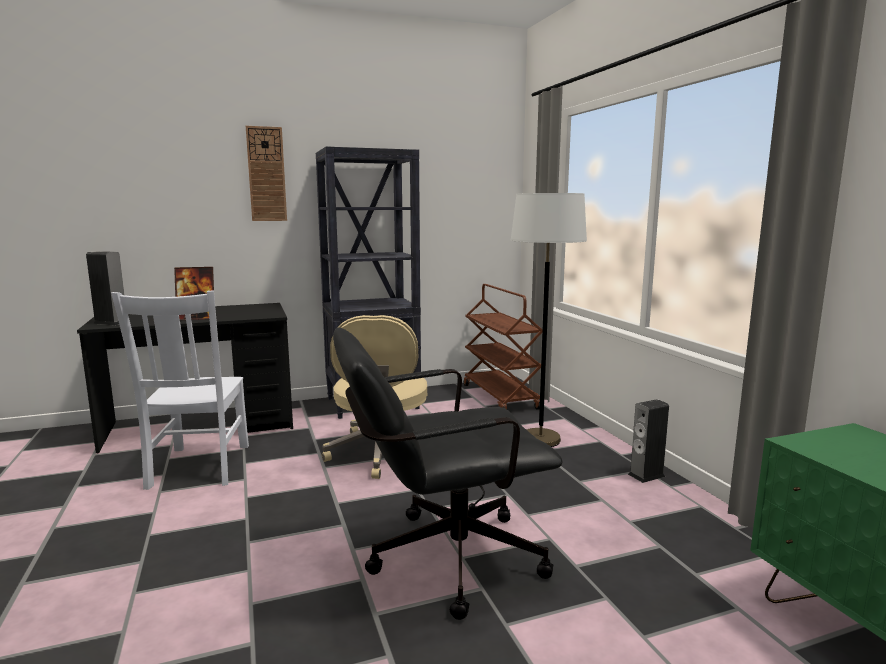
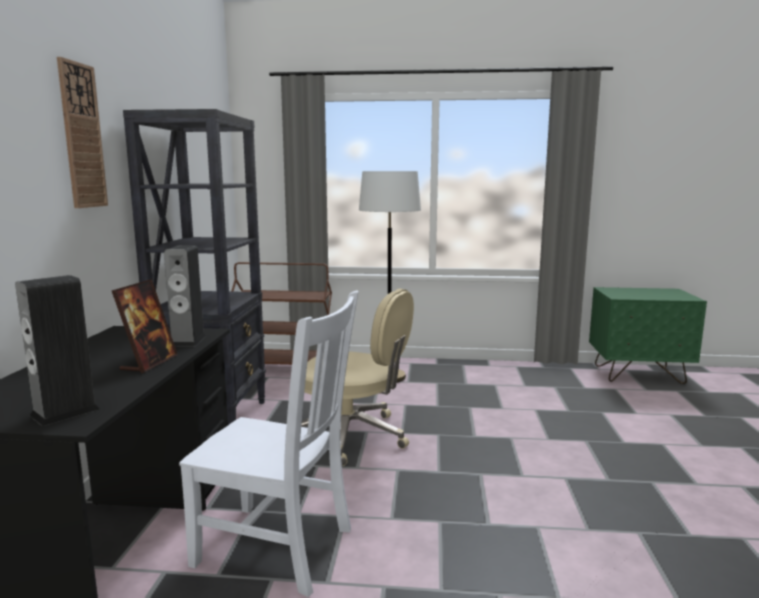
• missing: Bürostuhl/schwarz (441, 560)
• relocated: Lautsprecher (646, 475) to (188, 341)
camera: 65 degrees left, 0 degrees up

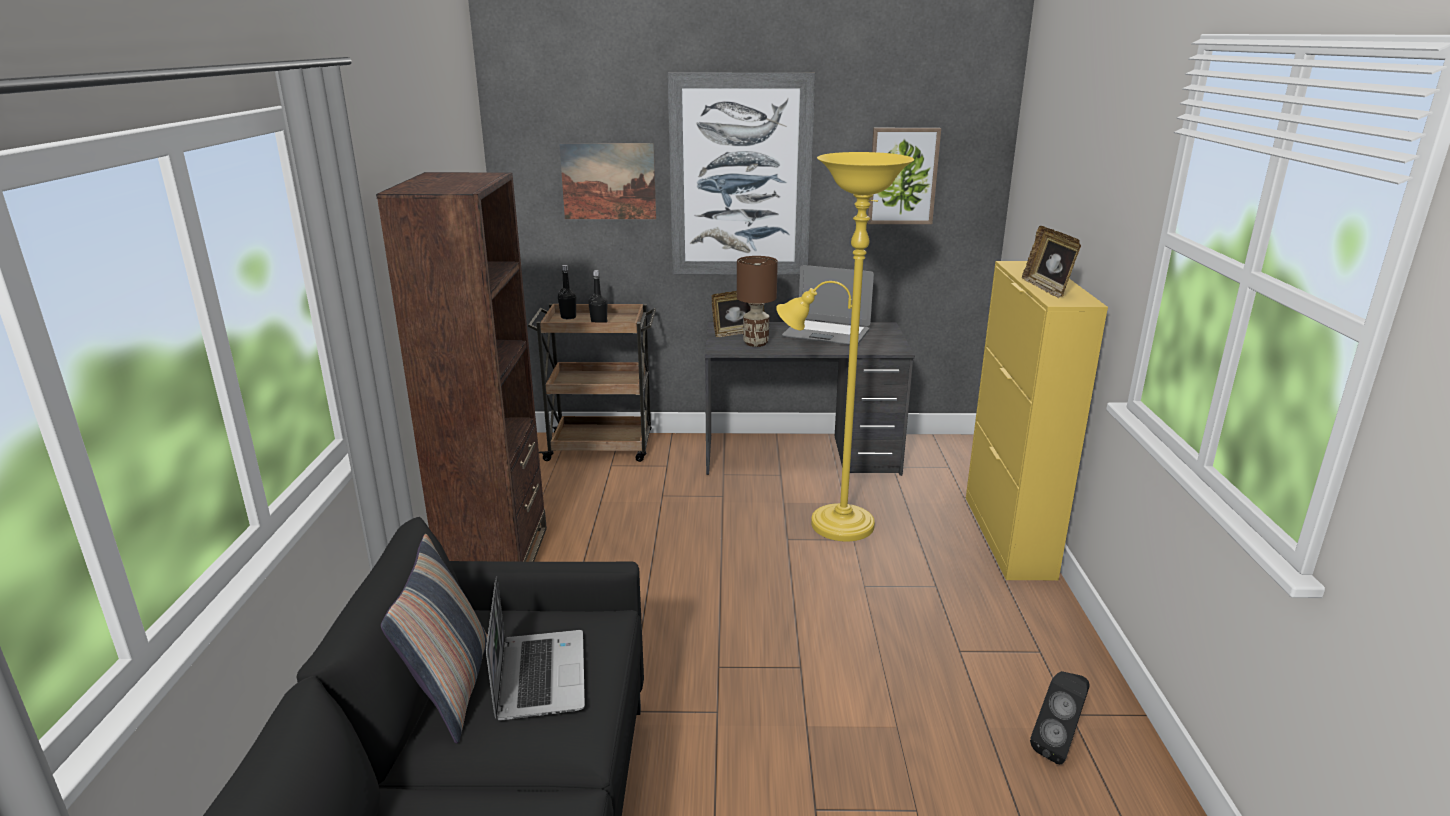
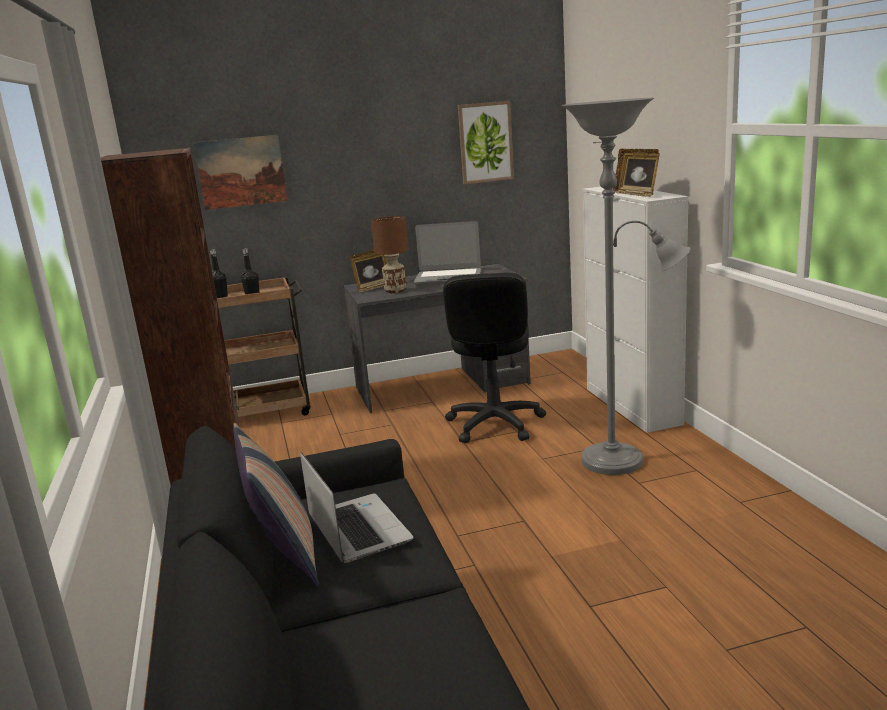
• missing: Bild (740, 177)
• missing: Lautsprecher/schwarz (1058, 747)
• appeared: Stehlampe/grau (620, 460)
• exchanged: Stehlampe/gelb (833, 523) to Bürostuhl/schwarz (494, 424)
• colour: Schrank/gelb (1008, 536) to Schrank/weiß (632, 406)
camera: 15 degrees left, 5 degrees down

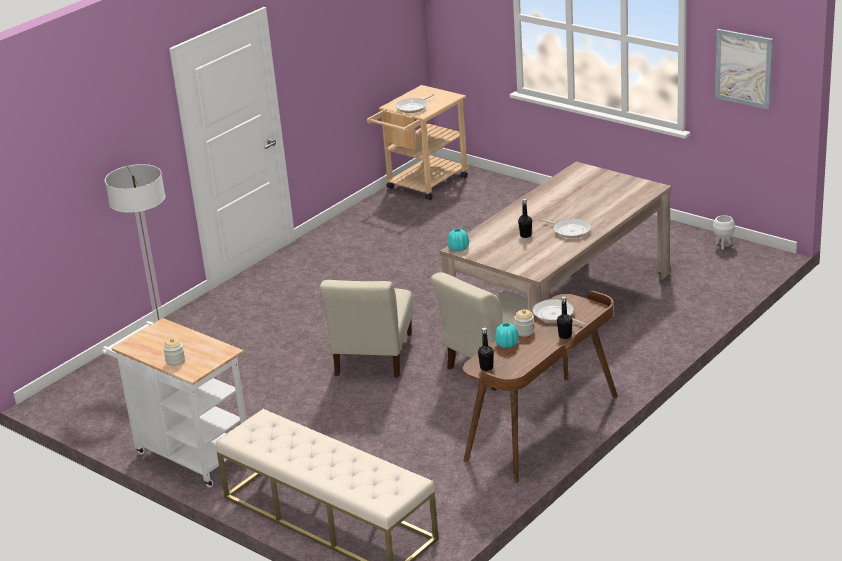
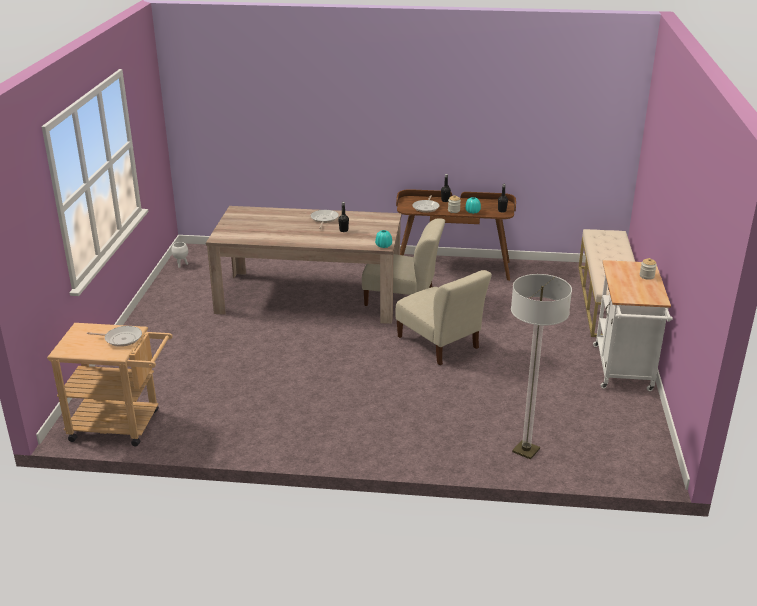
• missing: Bild (744, 68)
• spun: Stuhl/beige (373, 357) = (439, 344) 75 degrees clockwise
camera: 125 degrees left, 0 degrees up

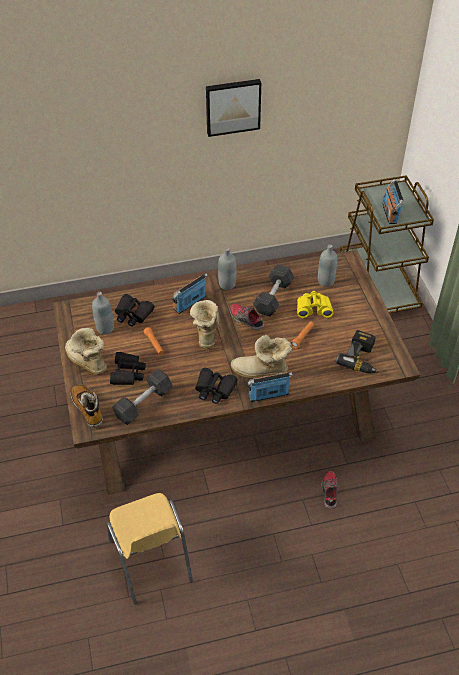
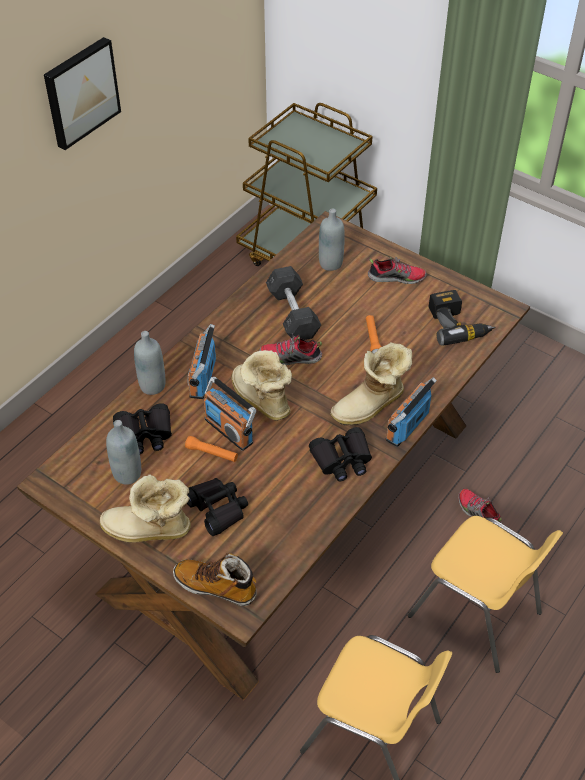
• missing: Hantel/grau (143, 403)
• missing: Fernglas/gelb (313, 309)
• appeared: Schuh (396, 277)
• appeared: Stuhl/gelb (476, 615)
• relocated: Flasche/grau (227, 284) to (152, 386)
• relocated: Radio (390, 213) to (229, 430)
camera: 40 degrees left, 0 degrees up

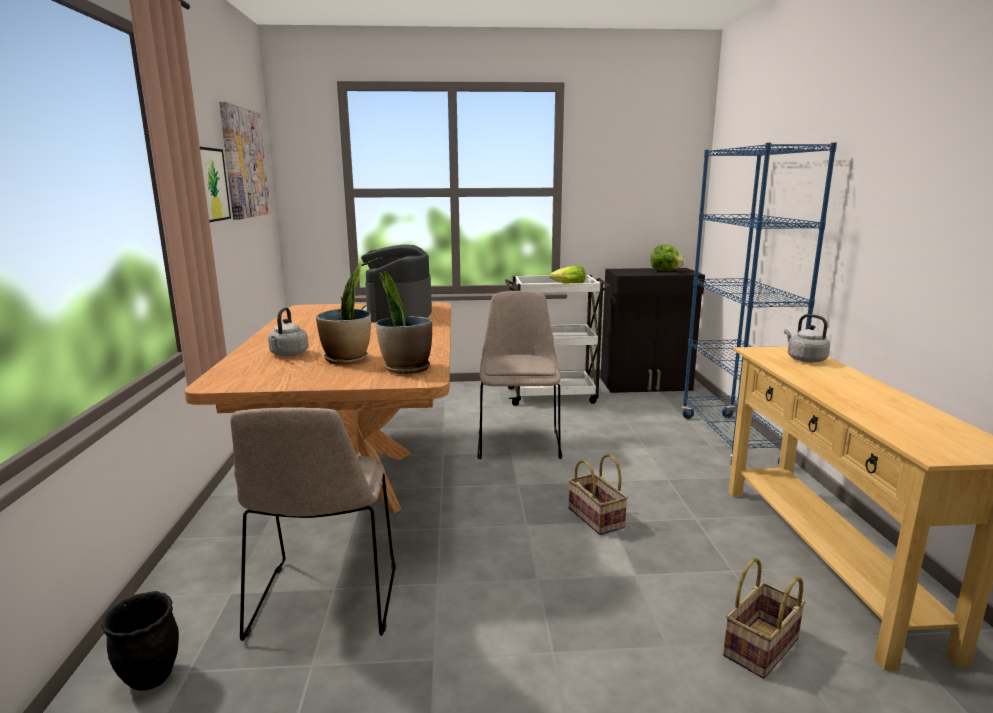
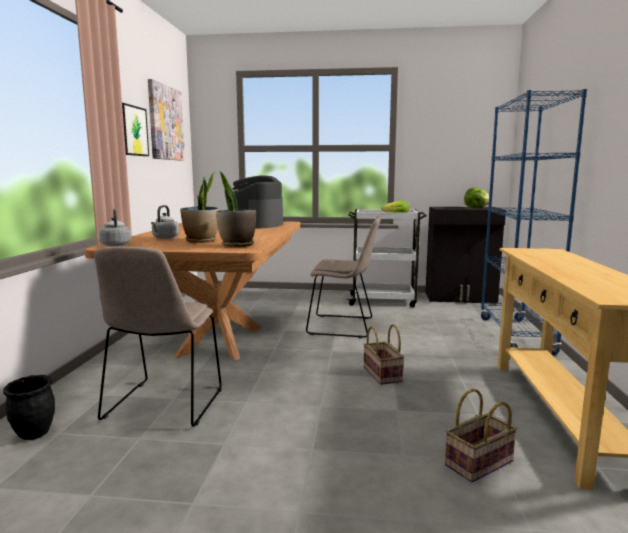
• relocated: Wasserkessel/grau (804, 359) to (116, 244)
• spun: Stuhl/beige (518, 442) = (344, 326) 90 degrees clockwise
camera: 10 degrees right, 5 degrees down

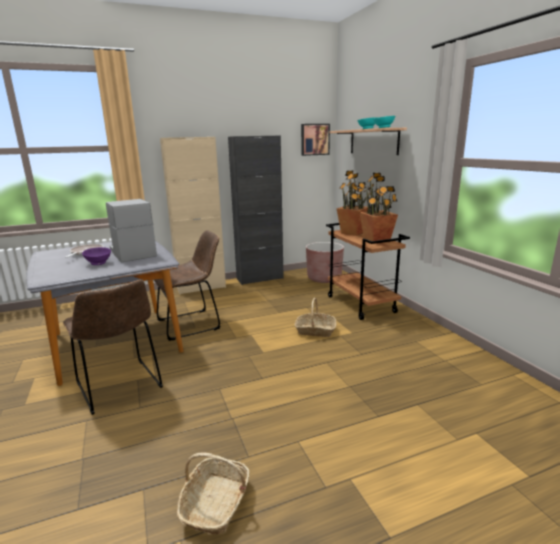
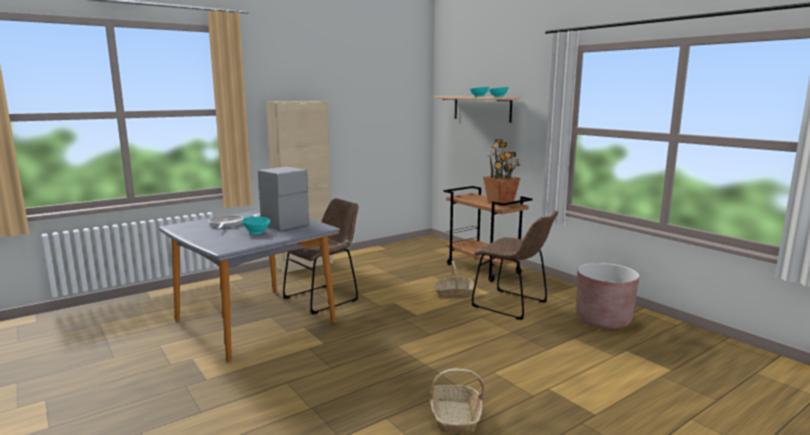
• missing: Schrank/schwarz (260, 278)
• missing: Bild (314, 139)
• missing: Topfpflanze (353, 233)
• relocated: Stuhl/braun (120, 387) to (513, 305)
• relocated: Pflanzkübel/braun (324, 278) to (603, 320)
• colour: Schüssel/lila (98, 263) to Schüssel/türkis (256, 233)
camera: 15 degrees left, 5 degrees down

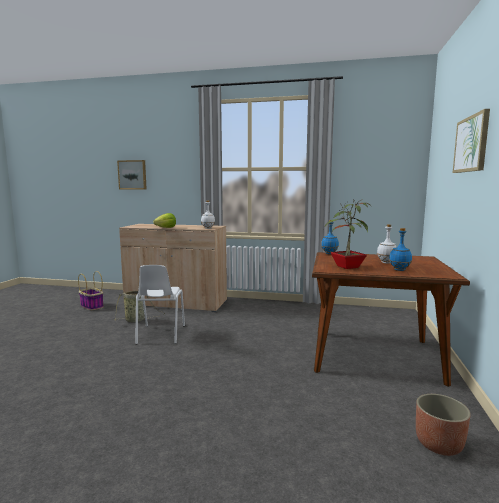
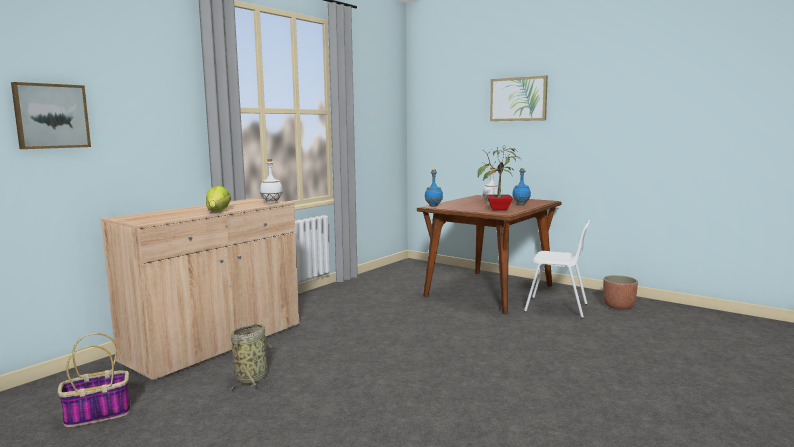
• relocated: Stuhl/weiß (160, 335) to (557, 308)
camera: 65 degrees left, 0 degrees up

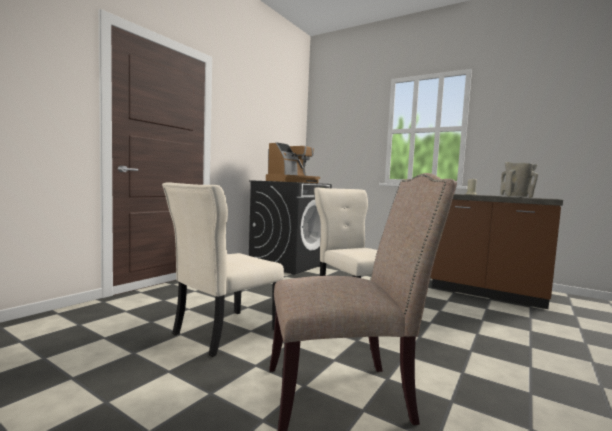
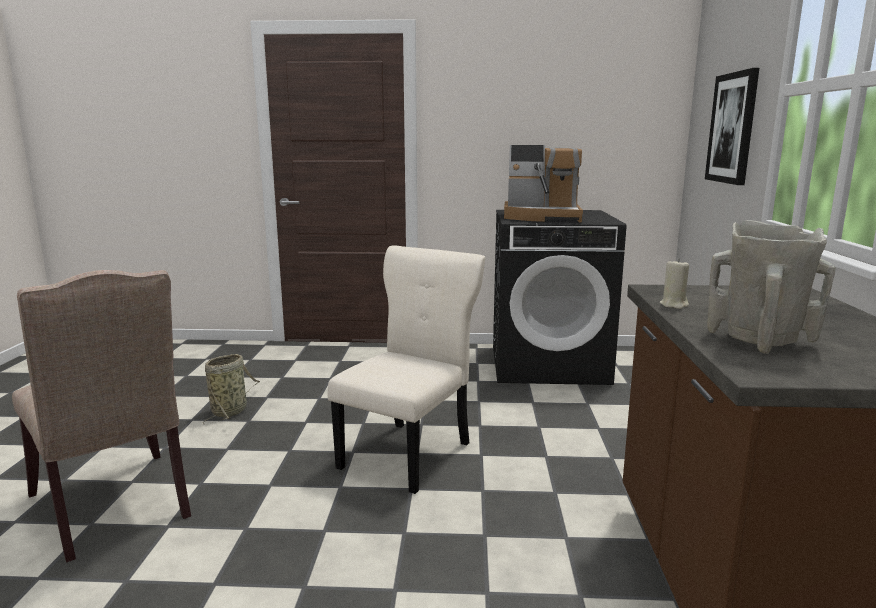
• appeared: Bild (732, 128)
• exchanged: Stuhl/beige (222, 333) to Korb (231, 411)
camera: 60 degrees right, 10 degrees up

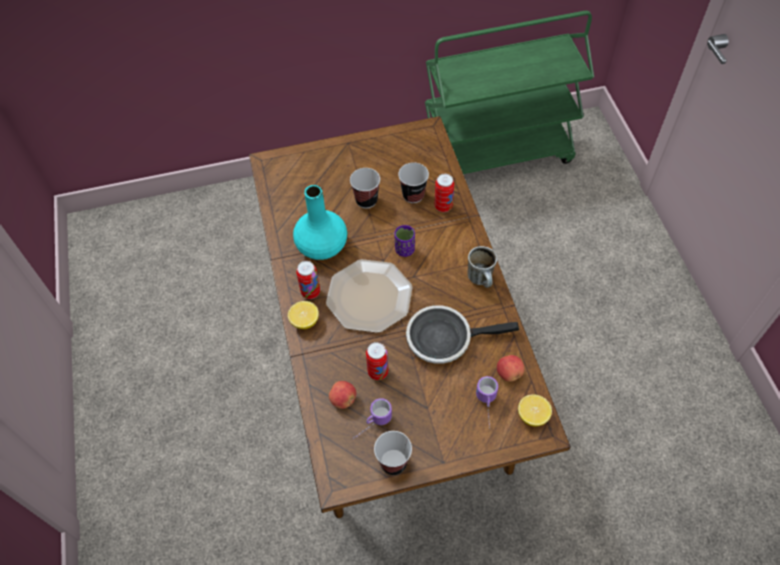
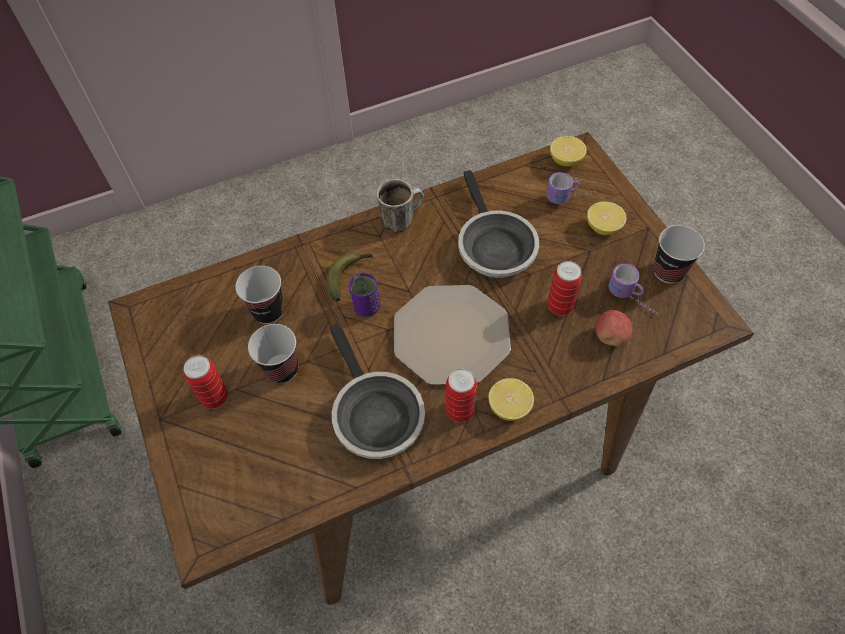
• missing: Apfel (509, 373)
• appeared: Banane (348, 276)
• appeared: Zitrone (603, 228)
• relocated: Dose (443, 206) to (215, 397)
• exchanged: Vase/türkis (321, 245) to Pfanne (374, 414)
camera: 100 degrees left, 0 degrees up

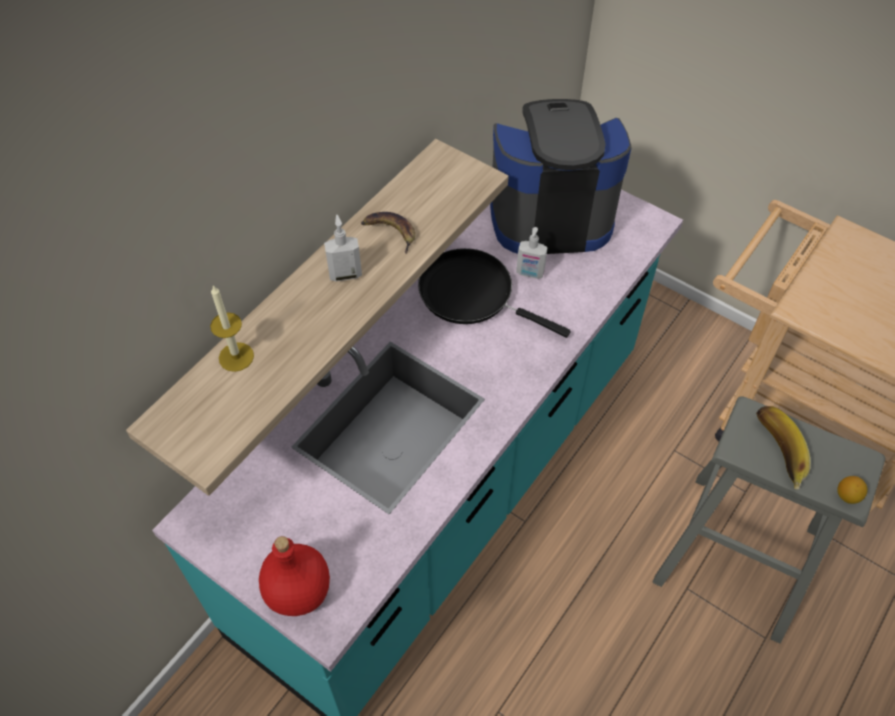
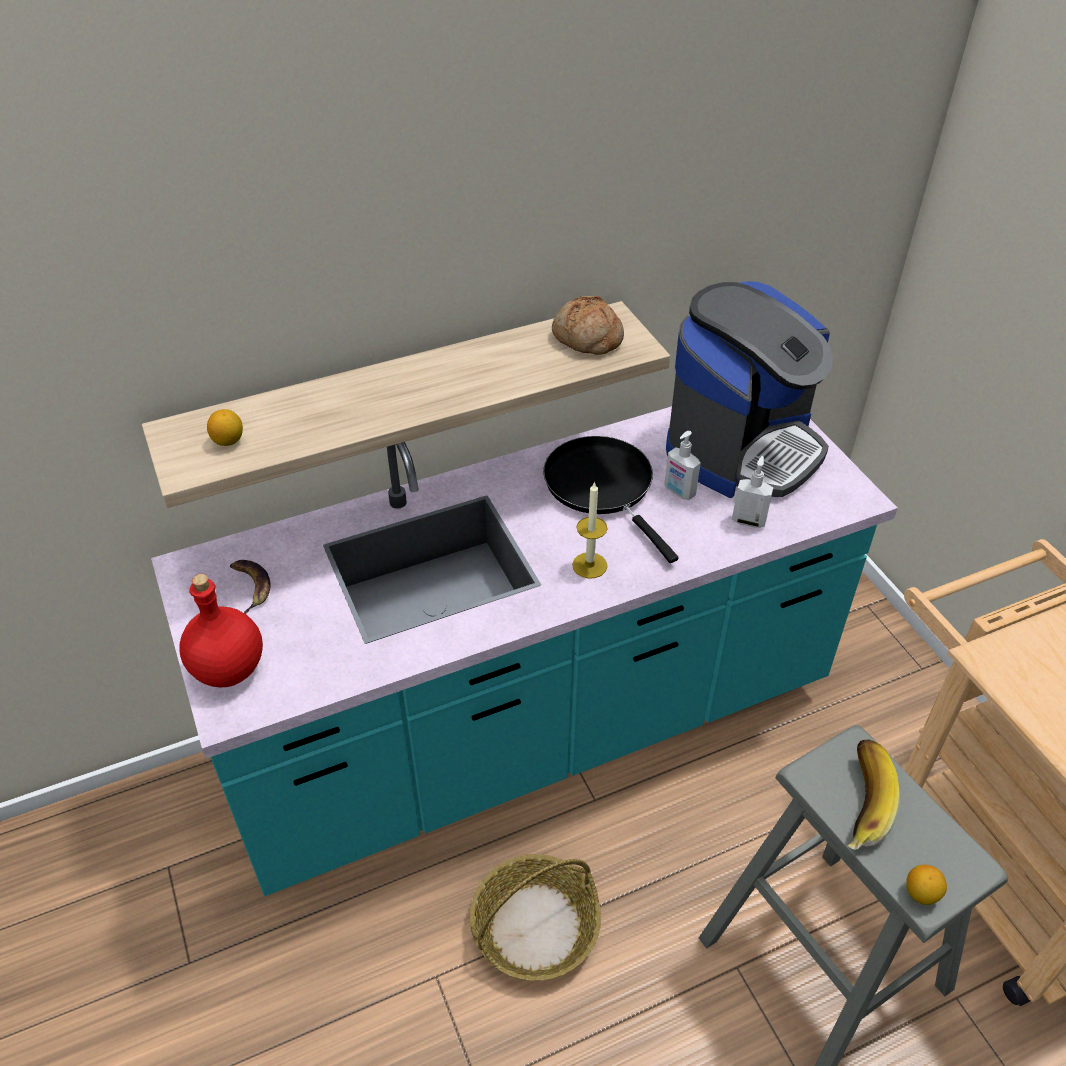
• appeared: Zitrone (228, 441)
• appeared: Korb (535, 926)
• appeared: Brot (586, 338)
• relocated: Kerze (236, 357) to (589, 565)
• relocated: Seifenspender (345, 274) to (748, 520)
• relocated: Banane (390, 232) to (250, 586)
• spun: Kaffeemaschine (550, 215) = (743, 448) 105 degrees clockwise
camera: 30 degrees right, 10 degrees down

